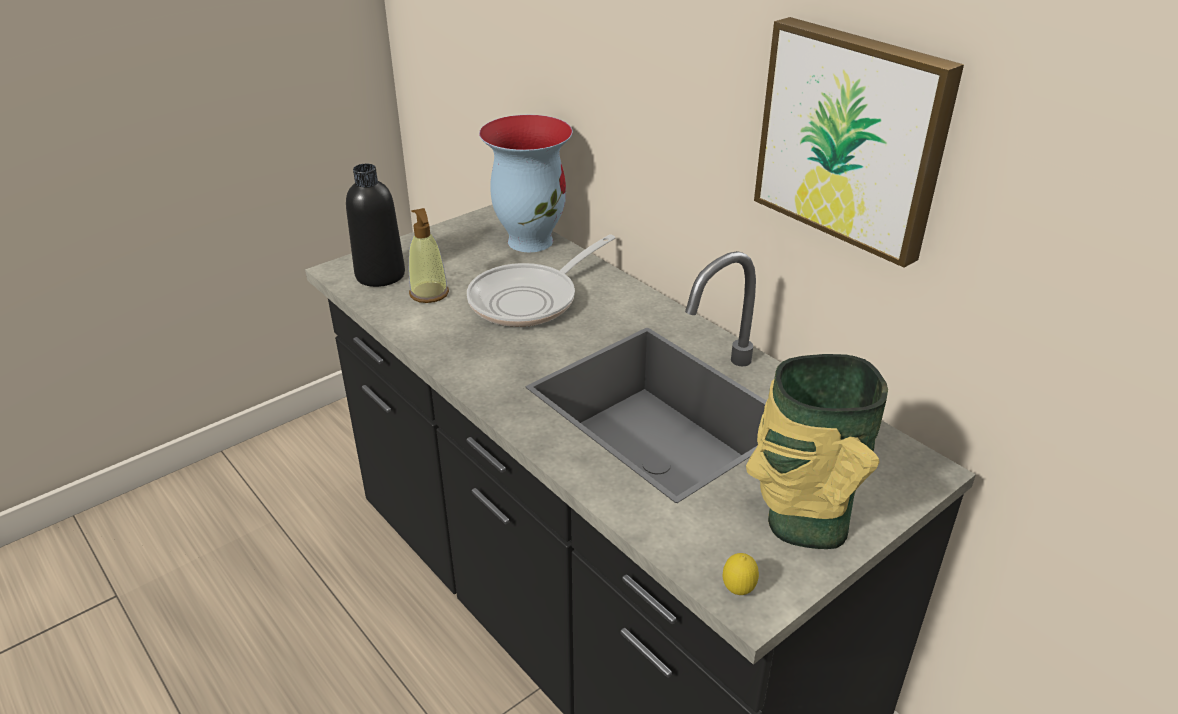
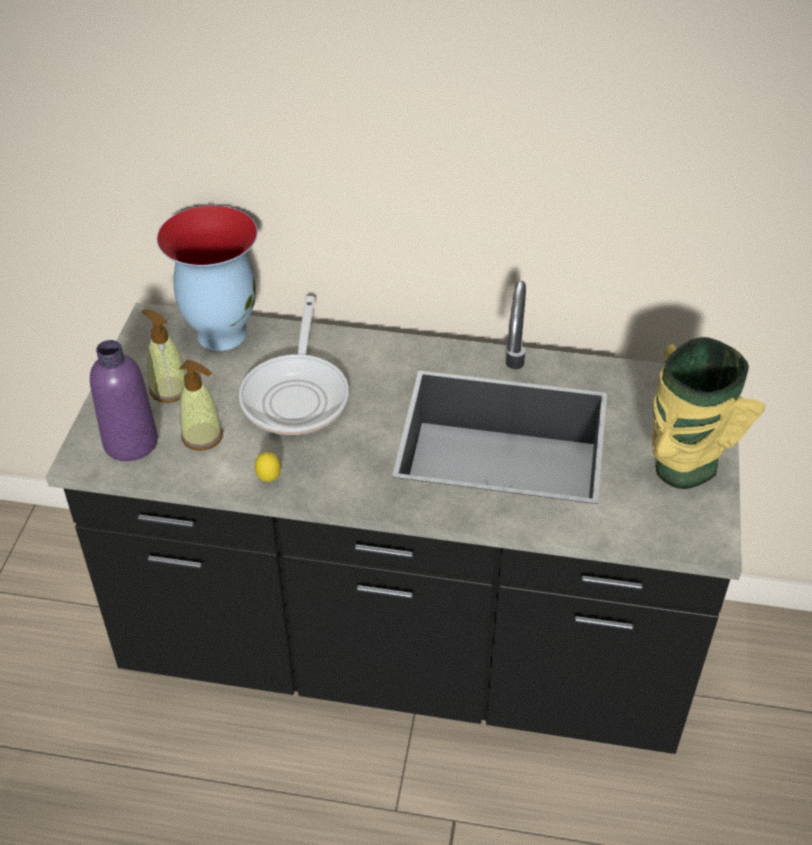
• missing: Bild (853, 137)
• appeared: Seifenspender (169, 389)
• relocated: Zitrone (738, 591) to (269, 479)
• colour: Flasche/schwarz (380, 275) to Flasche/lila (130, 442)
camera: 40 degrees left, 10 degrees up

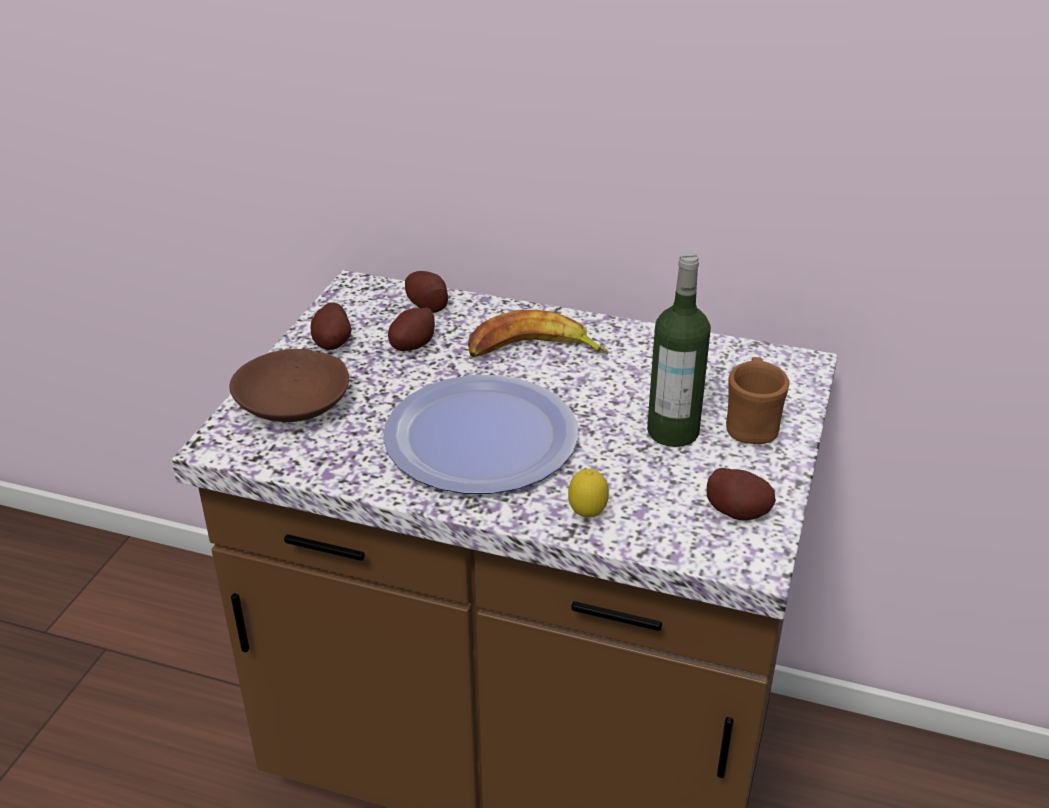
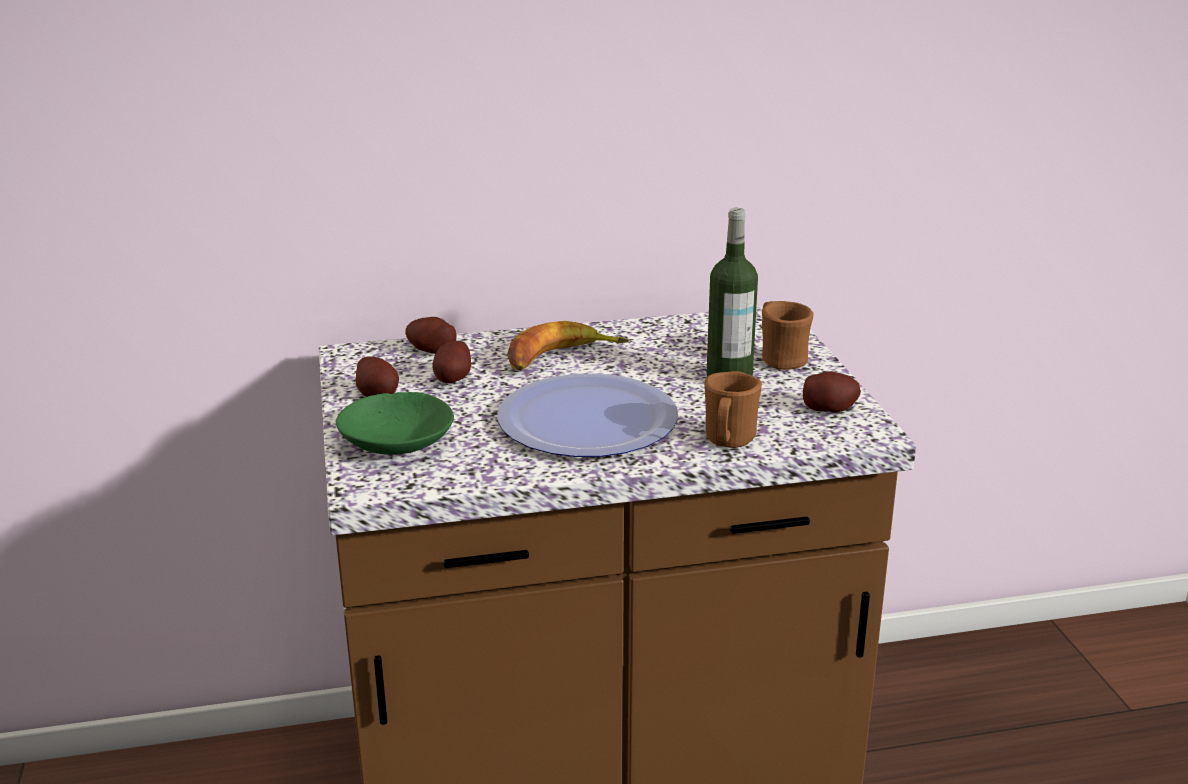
• exchanged: Zitrone (587, 515) to Henkelbecher/braun (728, 442)
• colour: Schüssel/braun (295, 404) to Schüssel/grün (398, 442)
camera: 30 degrees left, 10 degrees down

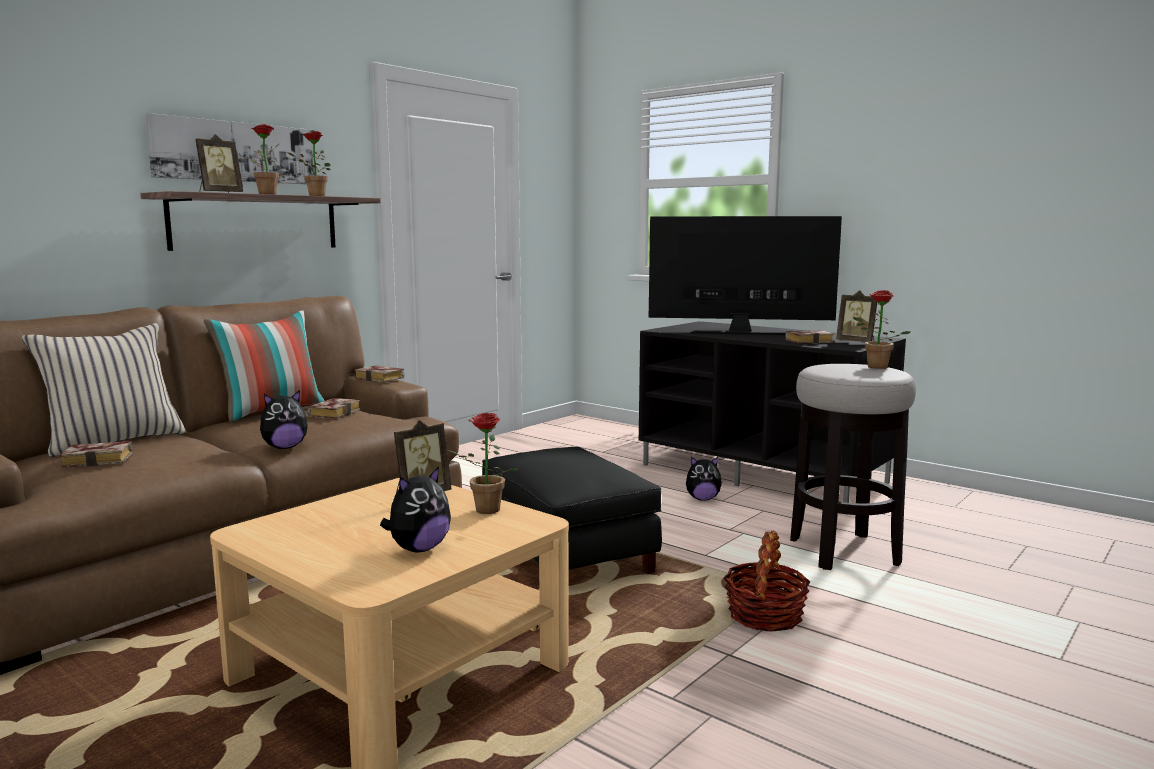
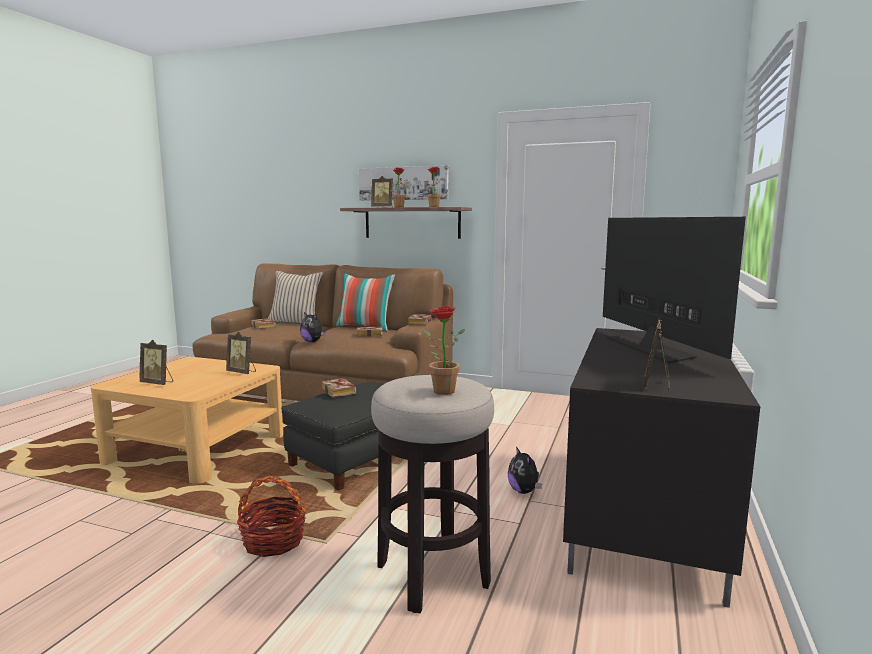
• missing: Topfpflanze (483, 511)
• relocated: Buch (810, 341) to (340, 392)
• exchanged: Plüschtier (418, 549) to Bilderrahmen (158, 383)
camera: 70 degrees right, 0 degrees up

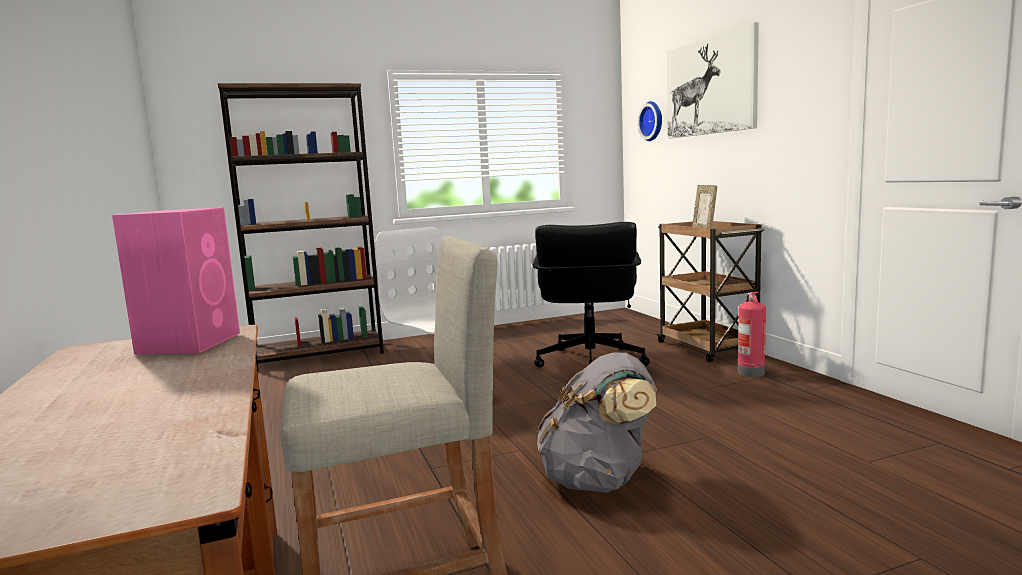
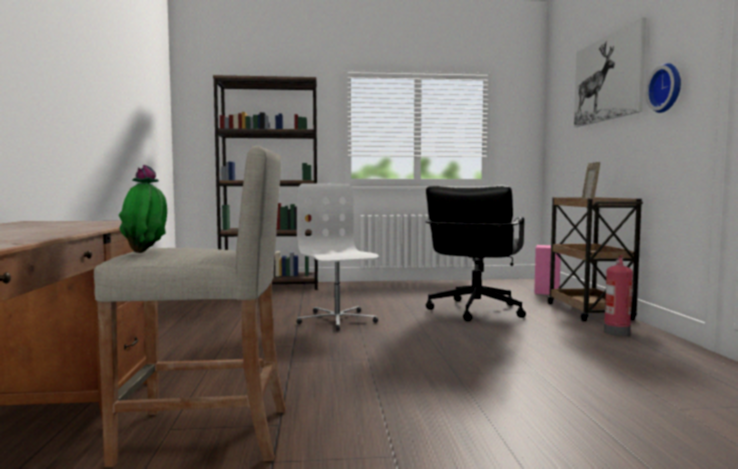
• missing: Rucksack/grau (599, 480)
• appeared: Topfpflanze (146, 252)
• relocated: Lautsprecher/rosa (191, 342) to (547, 291)
• relocated: Wanduhr (653, 121) to (667, 88)
camera: 15 degrees right, 5 degrees down

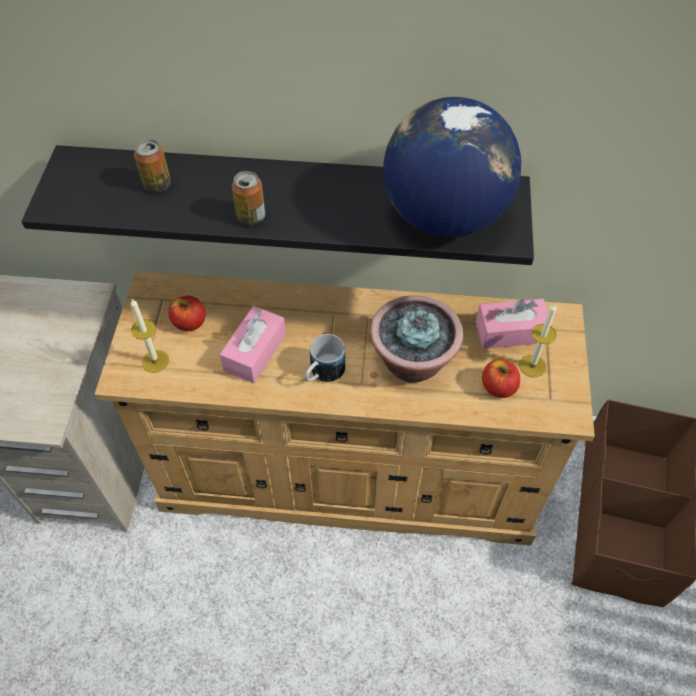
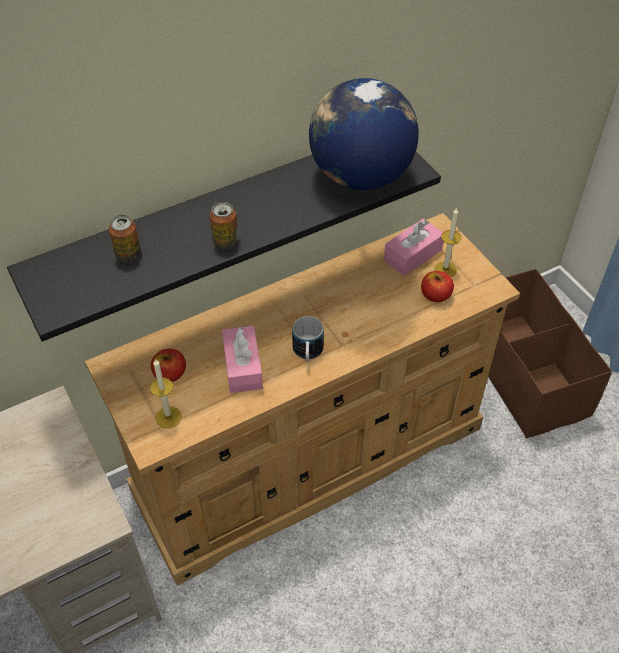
• missing: Topfpflanze (412, 362)
camera: 35 degrees left, 5 degrees down

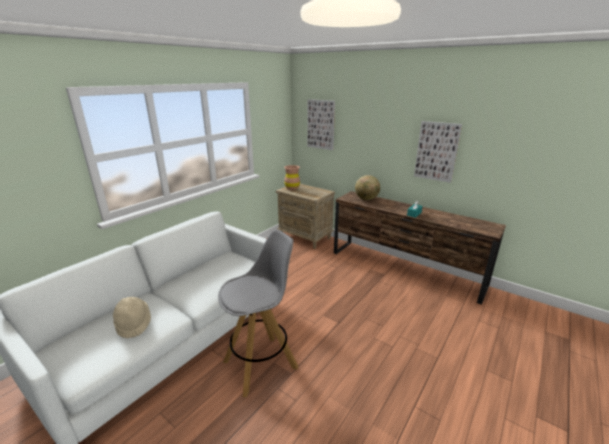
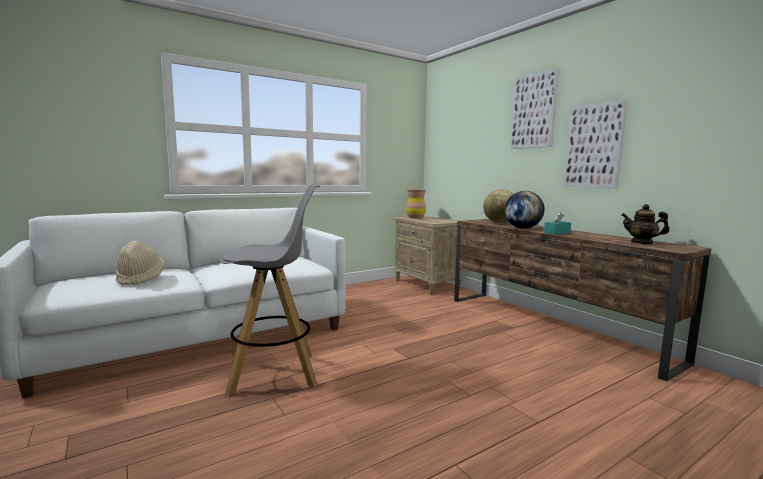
• appeared: Globus (522, 228)
• appeared: Teekanne (642, 242)
• relocated: Bild (321, 124) to (534, 111)
camera: 20 degrees right, 15 degrees down

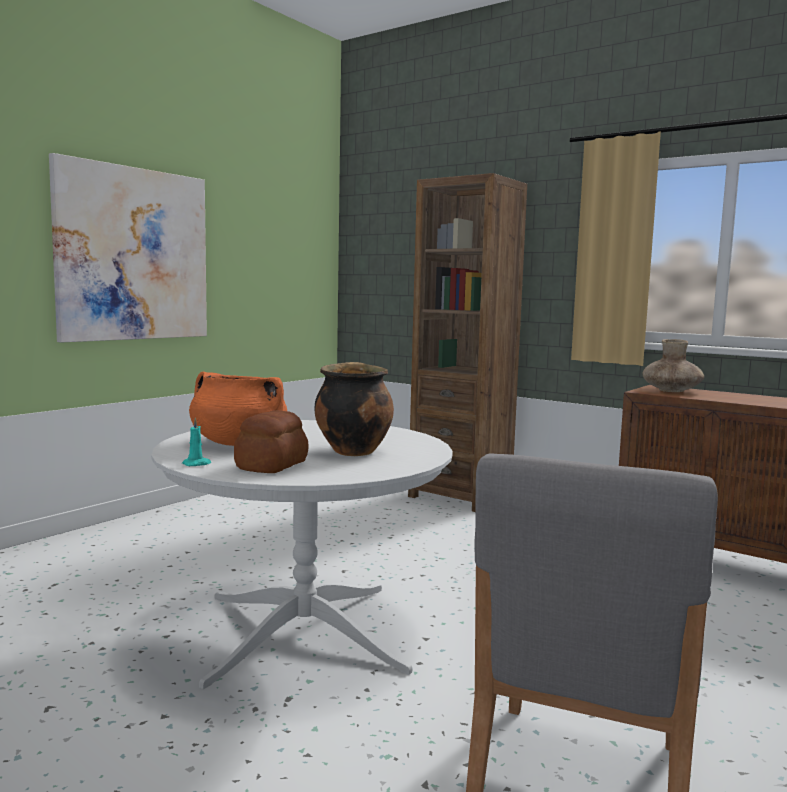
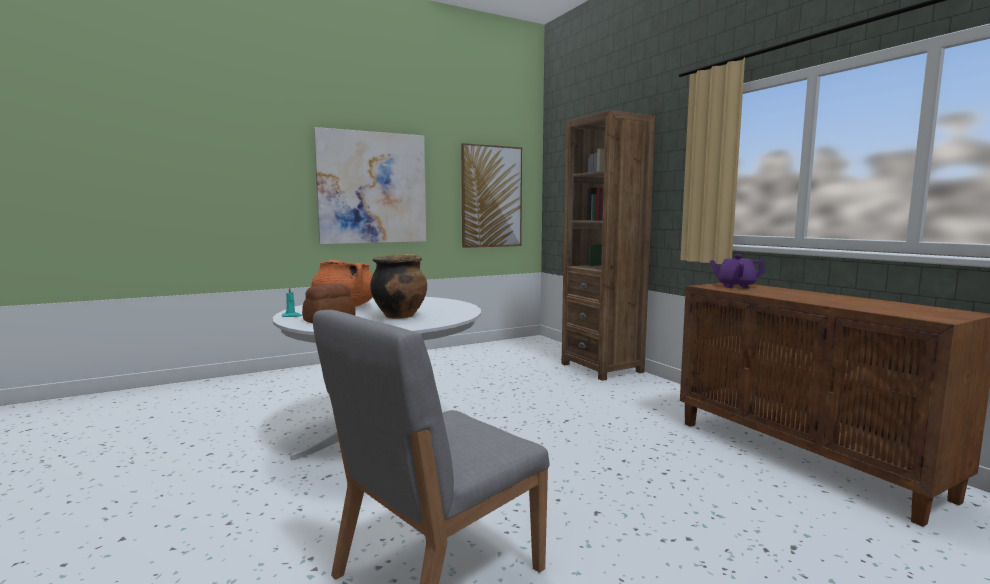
• appeared: Bild (491, 196)
• exchanged: Vase/braun (671, 391) to Teekanne/lila (735, 286)
camera: 25 degrees right, 0 degrees up

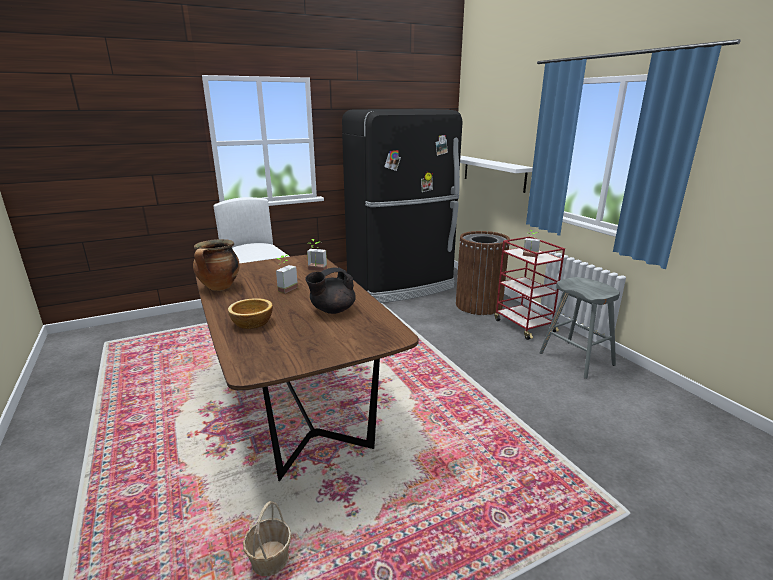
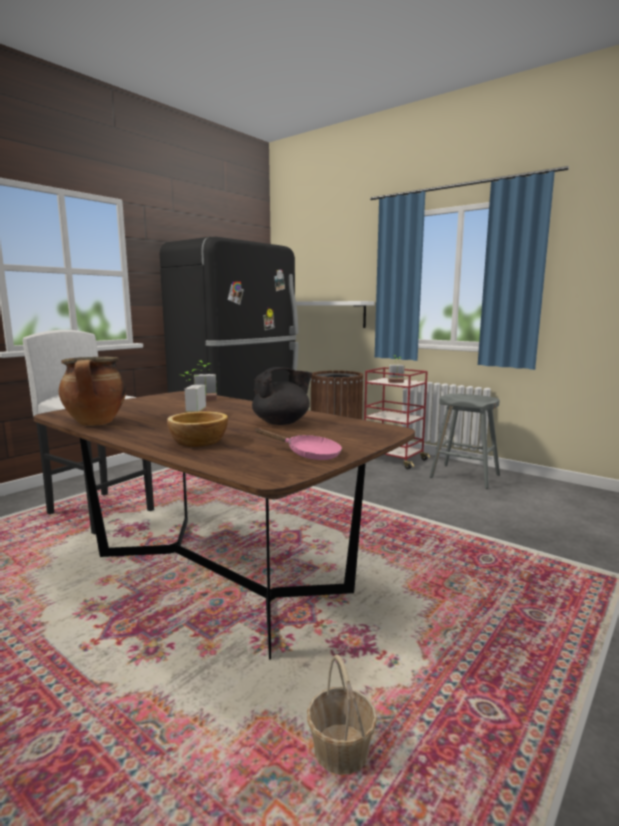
• appeared: Pfanne/rosa (308, 454)
• spun: Teekanne/schwarz (332, 310) = (282, 422) 150 degrees counterclockwise
camera: 25 degrees left, 10 degrees down

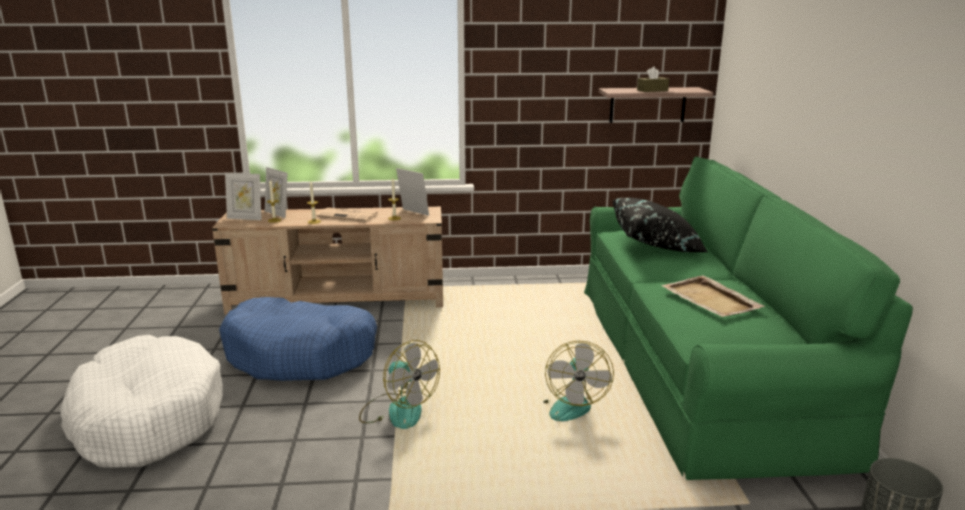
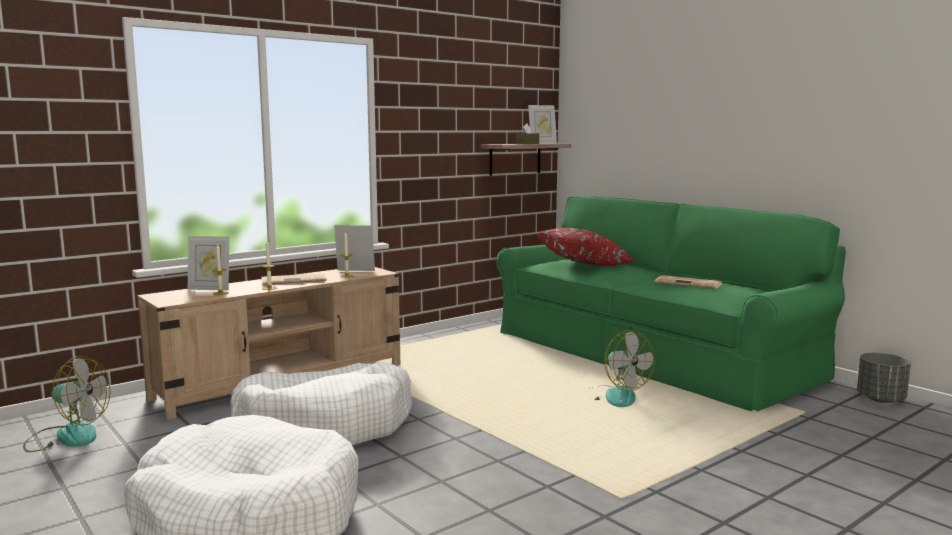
• relocated: Bilderrahmen (245, 218) to (542, 143)
• relocated: Ventilator (398, 410) to (67, 436)
• exchanged: Tablett/beige (711, 300) to Zeitung (689, 283)
• colour: Hundebett/blau (301, 355) to Hundebett/weiß (326, 427)
• colour: Kissen/schwarz (656, 244) to Kissen/rot (586, 265)
camera: 35 degrees left, 10 degrees down

